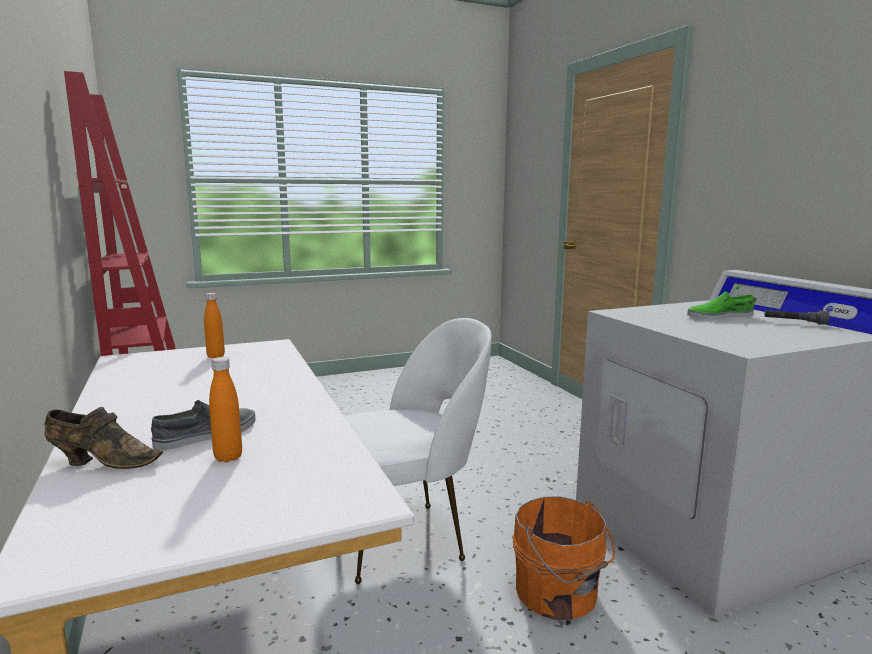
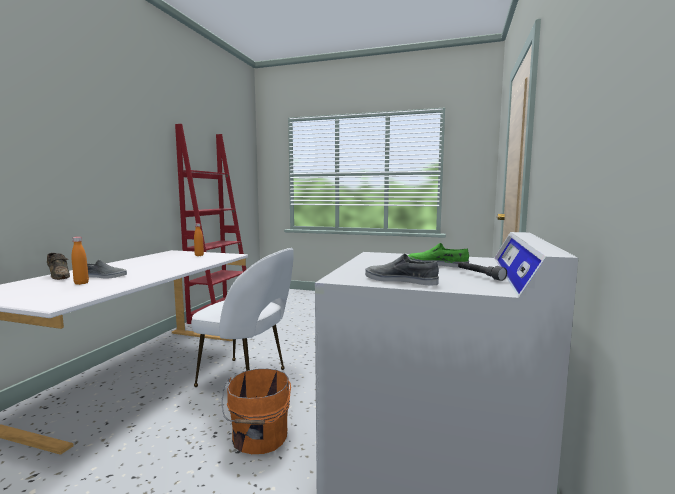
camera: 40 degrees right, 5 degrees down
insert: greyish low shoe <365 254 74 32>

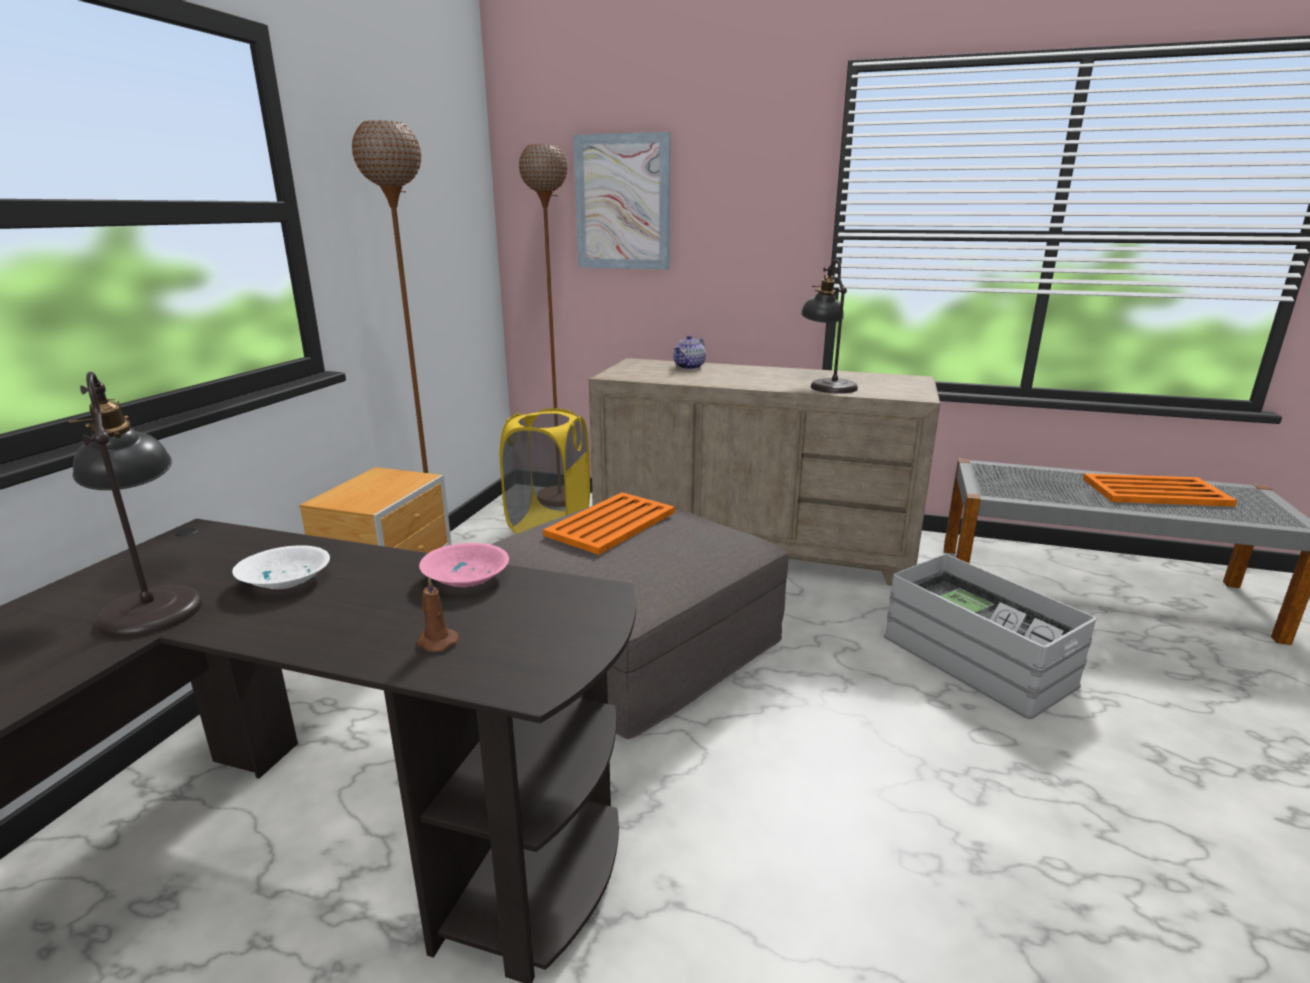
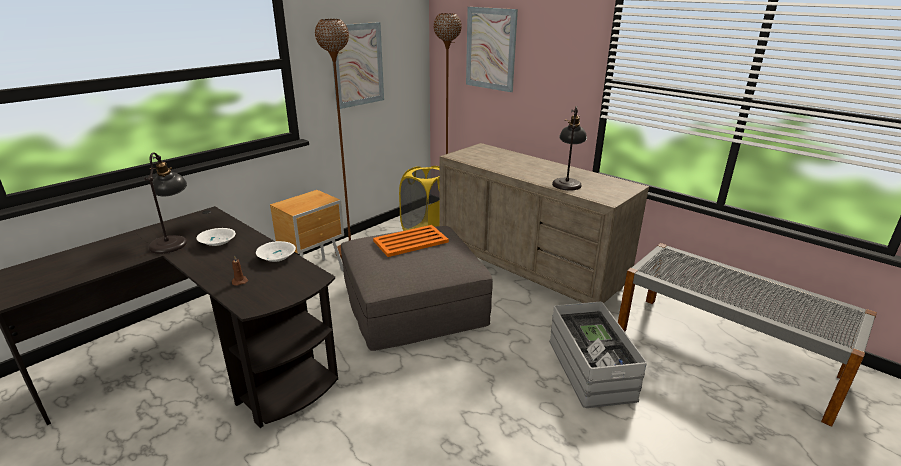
camera: 25 degrees right, 5 degrees up
delete: tea pot <673 335 33 34>; orange tray <1083 473 154 34>
insert: wall art <332 22 52 87>
recolor: pink-coloured bowl <419 543 90 45> to white bowl <256 241 40 21>

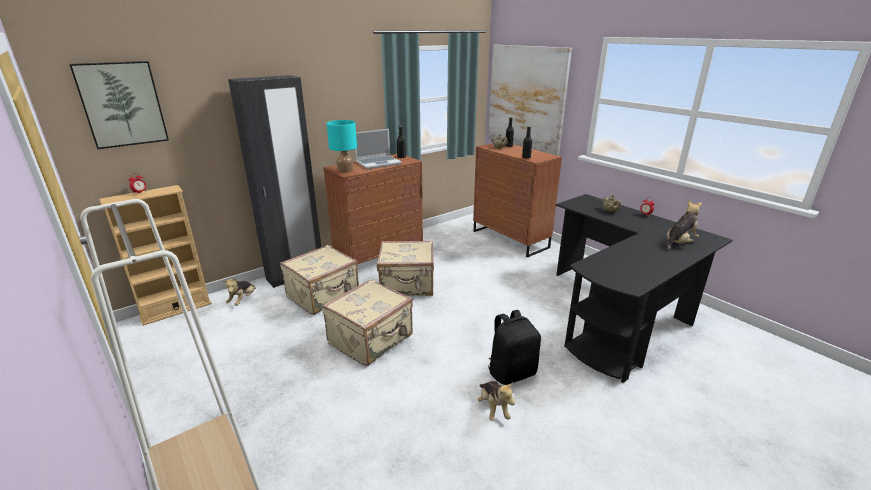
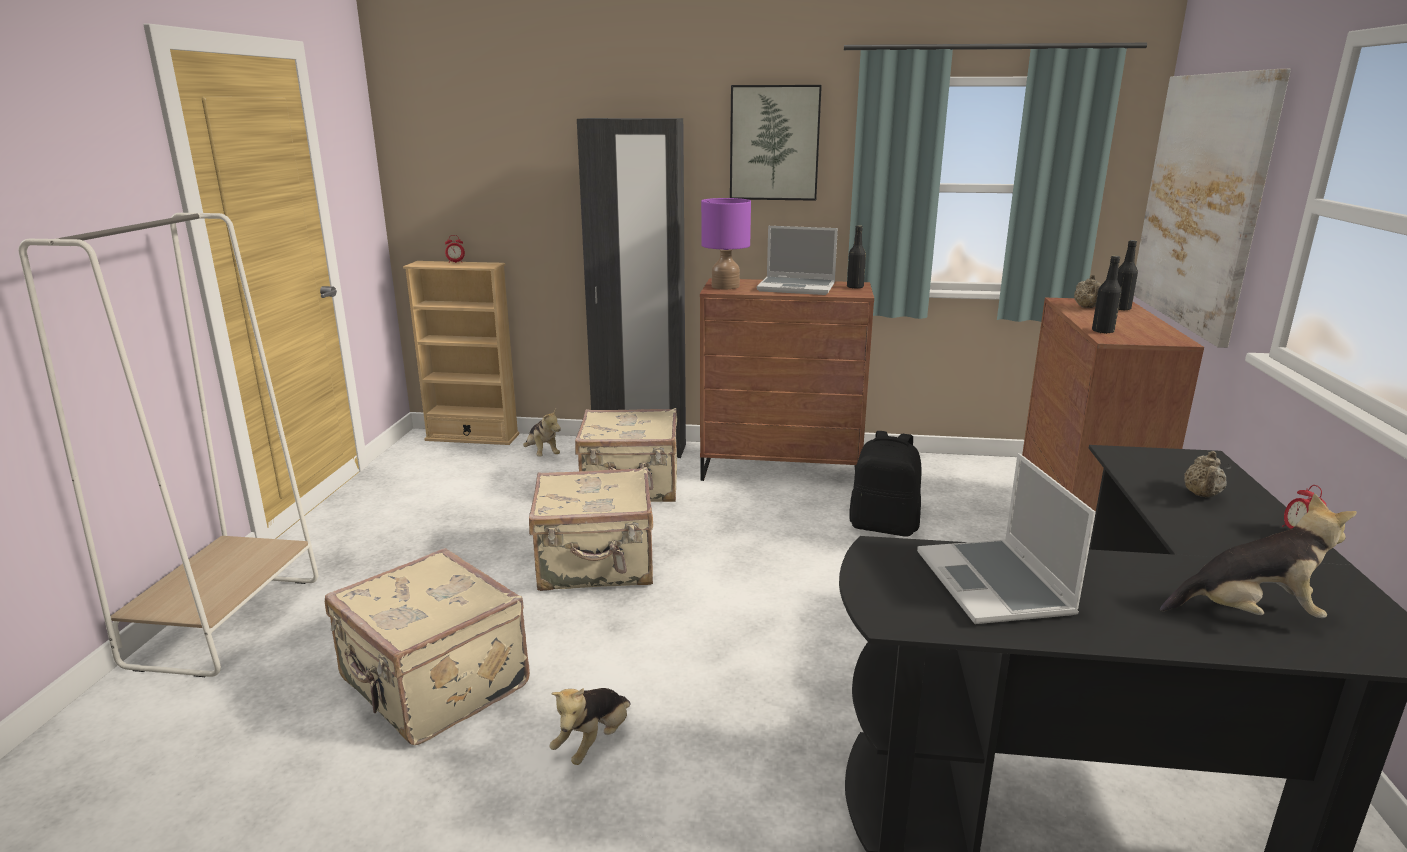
camera: 45 degrees right, 5 degrees down
insert: notebook computer <917 453 179 171>
move: beige piece of luggage <377 240 57 56> to <325 548 205 197>; wall art <69 61 100 88> to <730 85 92 116>; black-coloured knapsack <488 310 53 75> to <849 431 72 106>
recolor: turquoise tabletop lamp <326 120 31 53> to purple tabletop lamp <701 198 50 92>
rotate: cuddly toy <224 278 32 28> = <523 409 38 48> 90 degrees counterclockwise

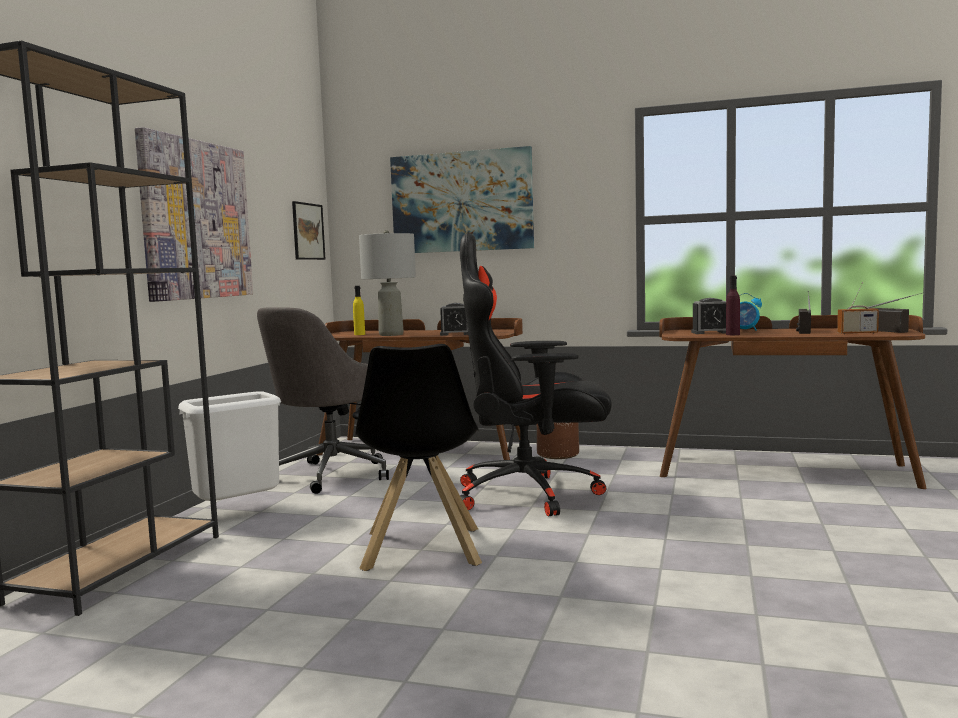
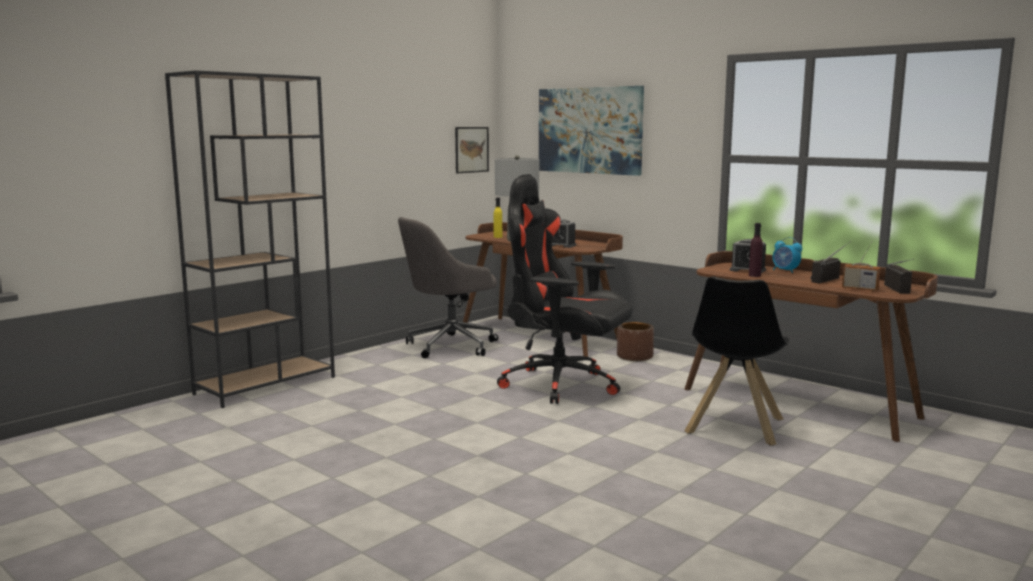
camera: 25 degrees right, 5 degrees up
delete: wall art <135 127 118 175>; white trash can <178 391 103 110>
move: black-coloured upright chair <355 344 127 227> to <685 277 104 169>

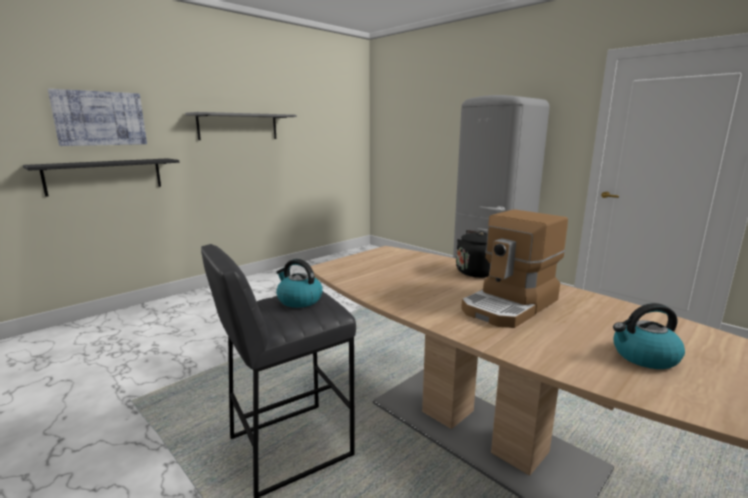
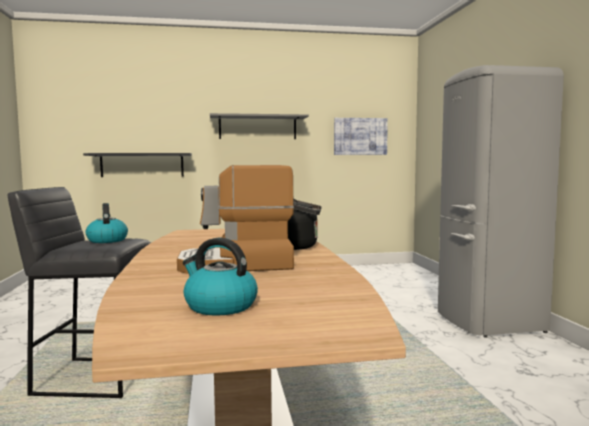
camera: 35 degrees right, 10 degrees down
move: wall art <48 89 99 57> to <334 118 54 37>

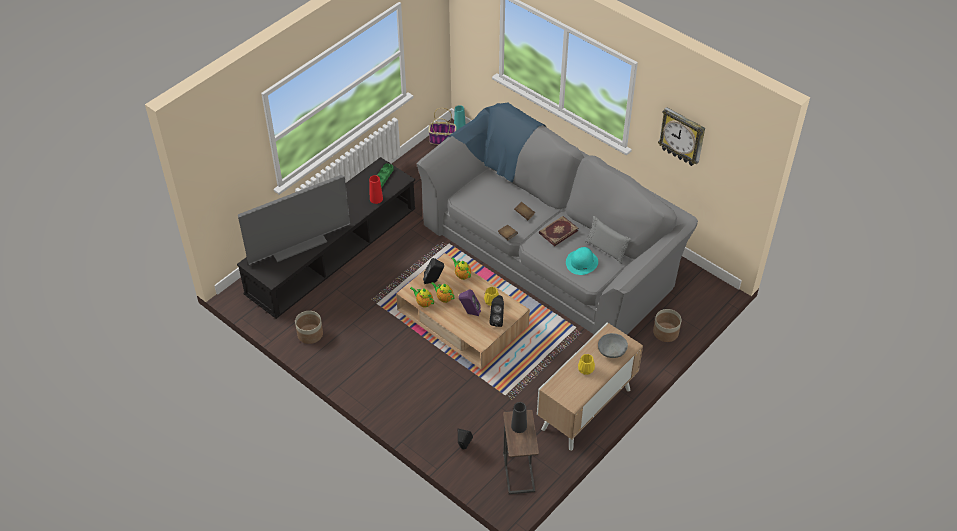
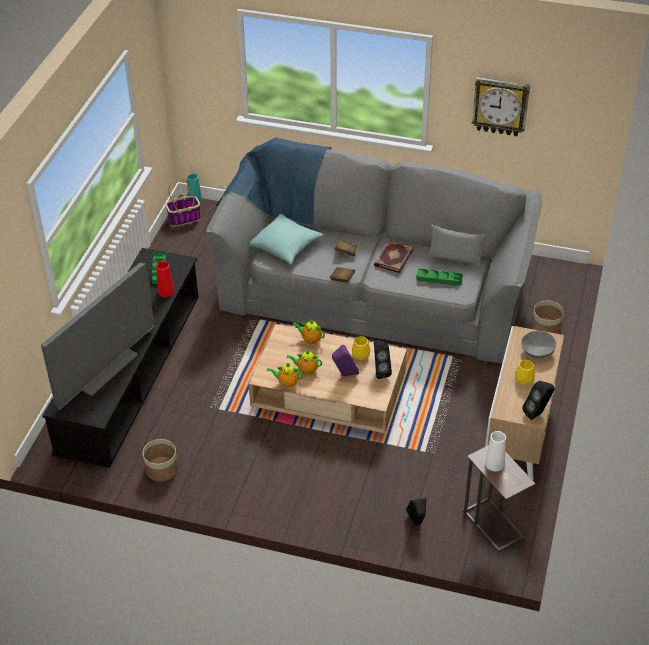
camera: 25 degrees left, 5 degrees down
insert: turquoise pillow <250 214 73 50>
move: black-coloured speaker <423 258 21 26> to <522 381 33 39>
replace: turquoise hat <566 247 32 28> to green-coloured tray <416 268 47 18>
recolor: black-coloured vase <511 402 16 31> to white vase <485 431 21 40>

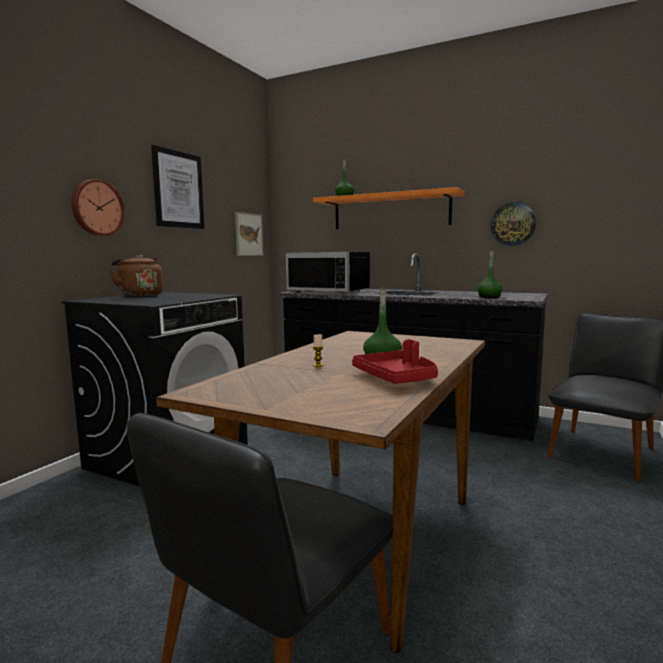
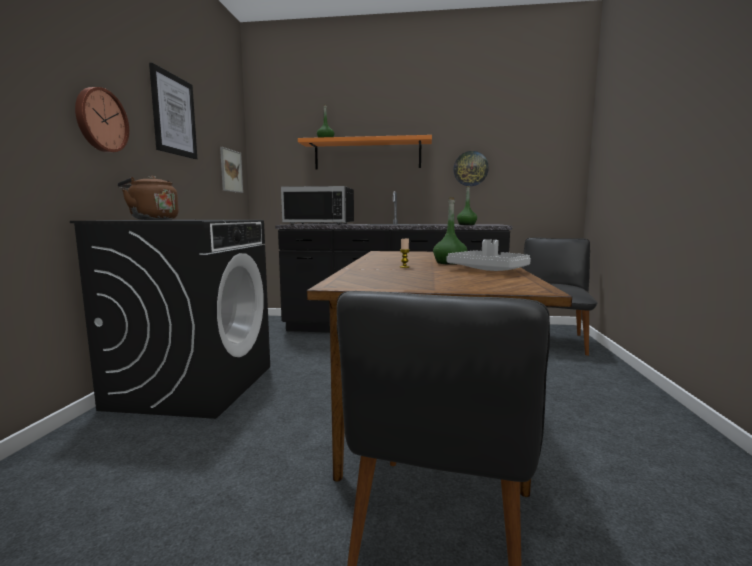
camera: 20 degrees left, 0 degrees up
recolor: reddish tray <352 339 86 45> to greyish tray <447 239 84 32>

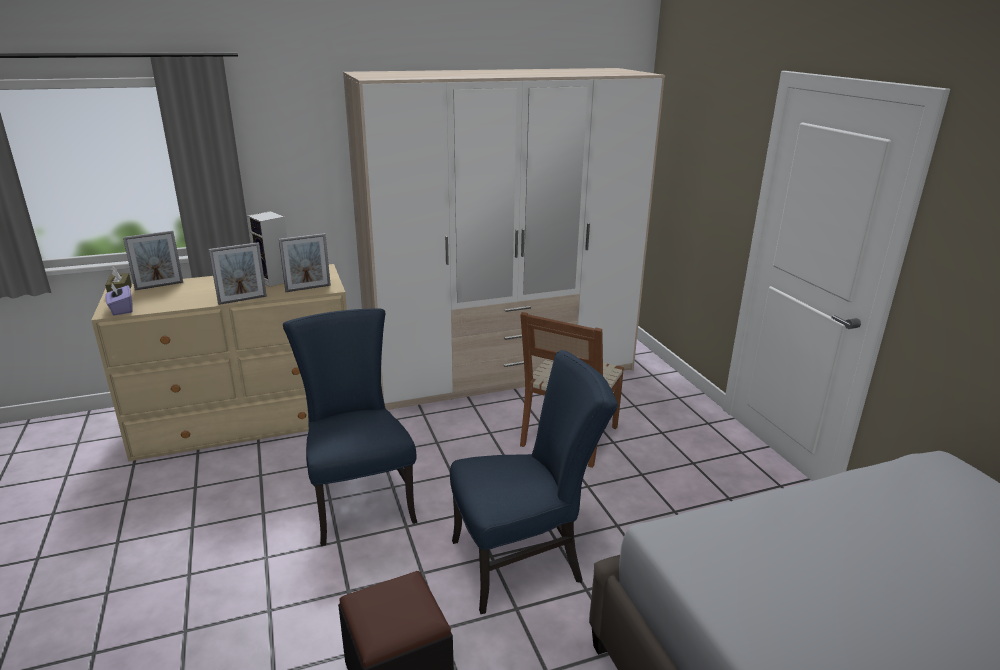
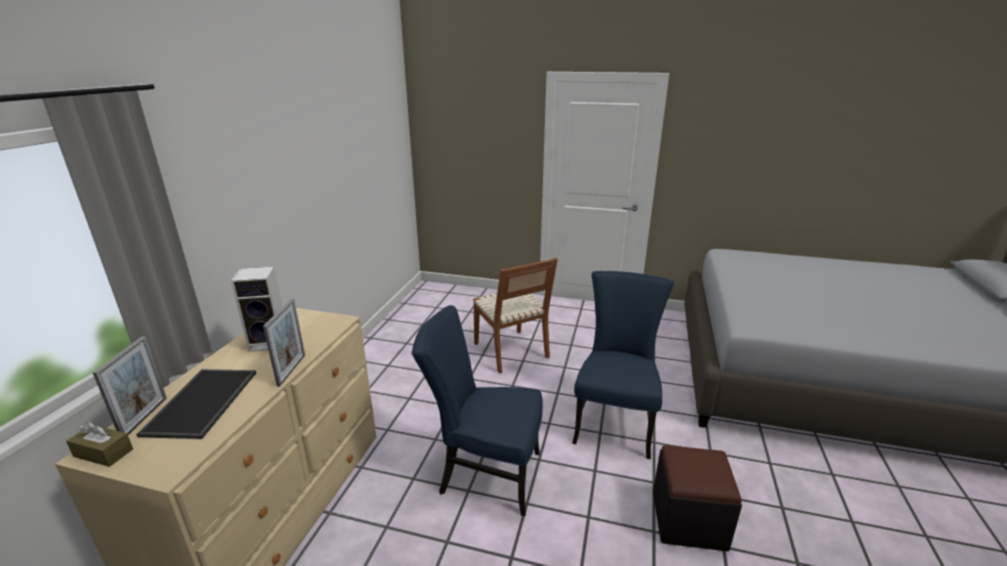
camera: 55 degrees left, 0 degrees up
delete: purple tissue holder <105 283 28 32>; photo frame <279 233 52 59>; armoire <343 68 322 342>
insert: tray <136 369 120 70>

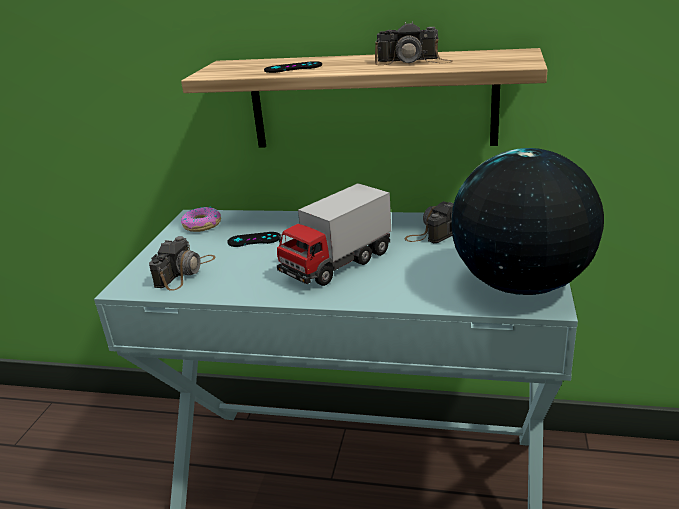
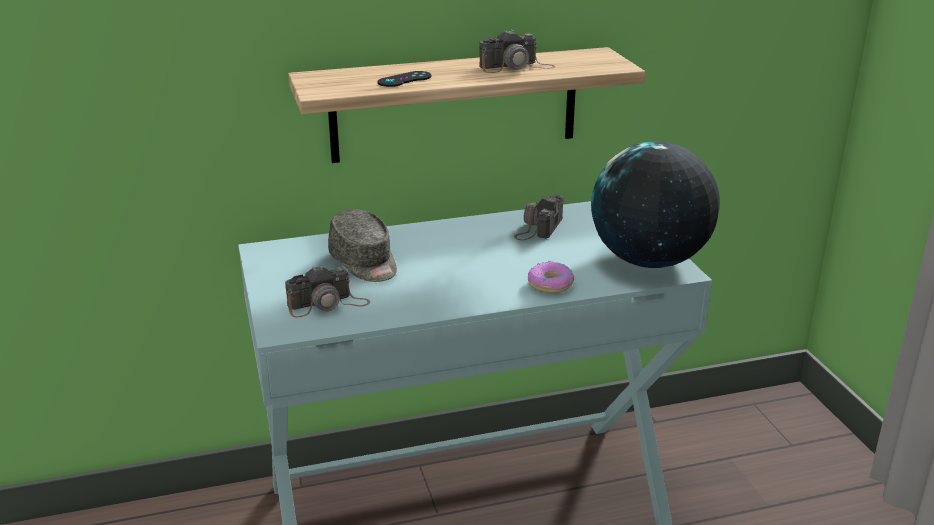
camera: 30 degrees left, 0 degrees up
delete: model truck <277 183 114 103>
move: donut <181 207 40 25> to <528 261 46 32>
replace: black-coloured joypad <227 232 54 15> to greyish cap <328 210 69 72>
rotate: photo camera <149 236 67 55> = <285 265 85 52> 75 degrees clockwise

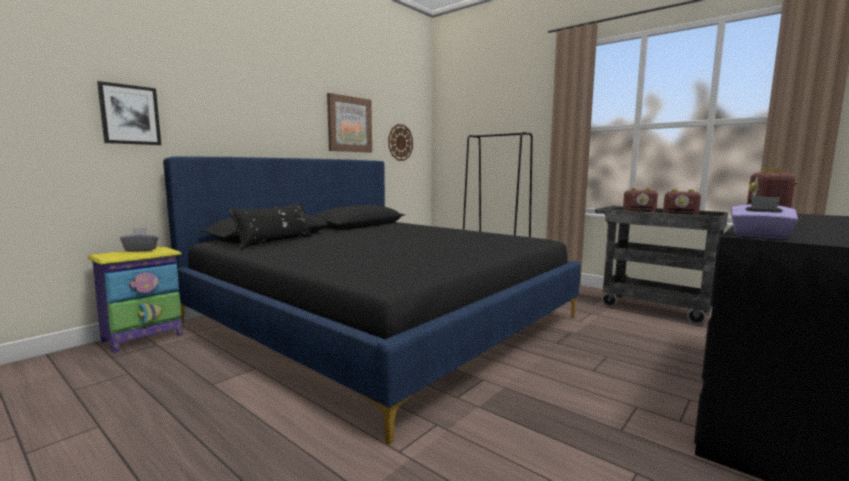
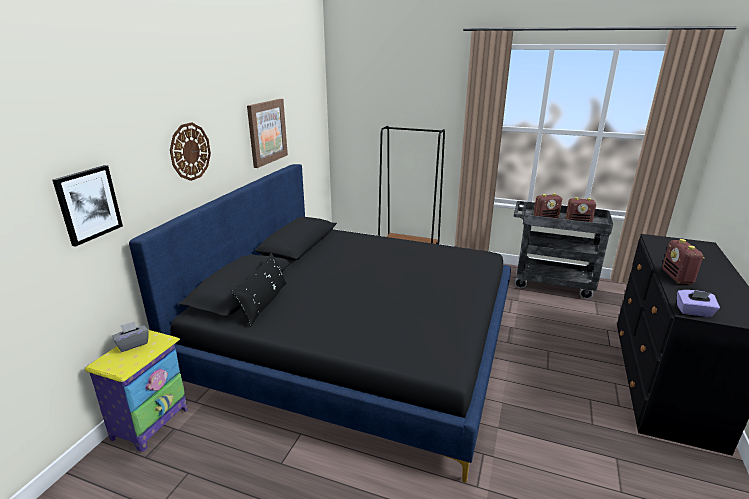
camera: 20 degrees left, 15 degrees up
move: hanging clock <388 124 25 37> to <170 122 41 59>

